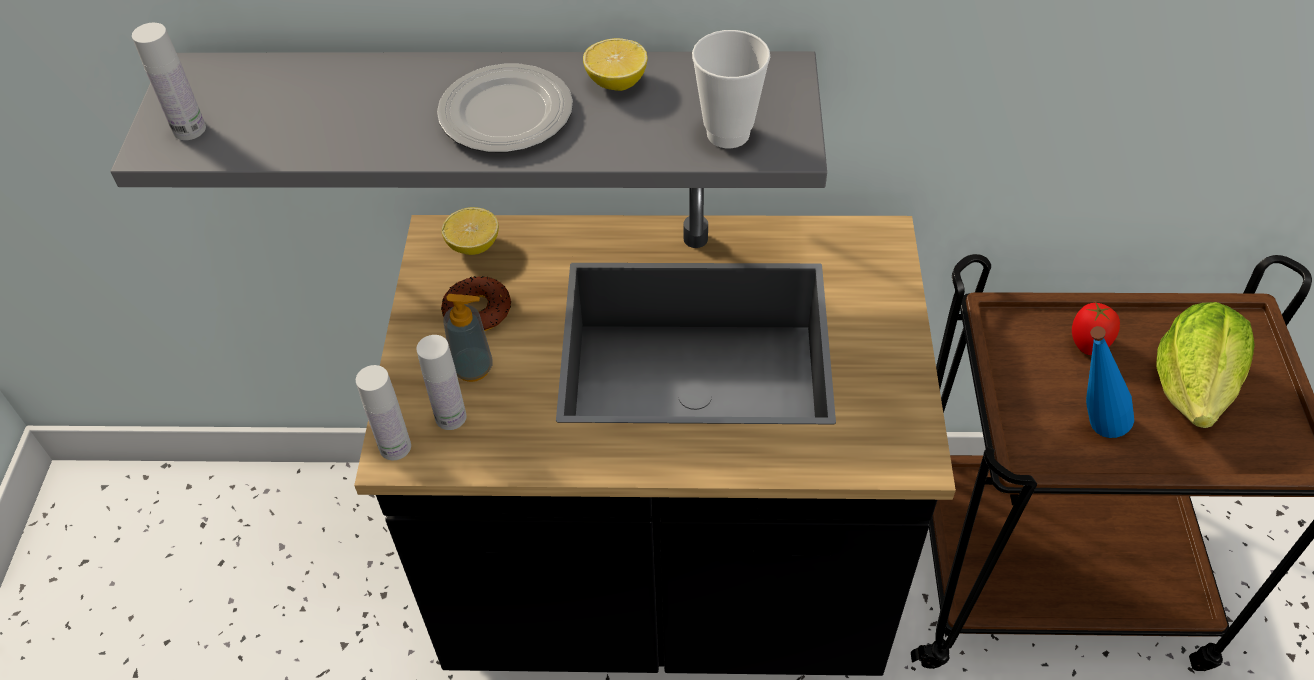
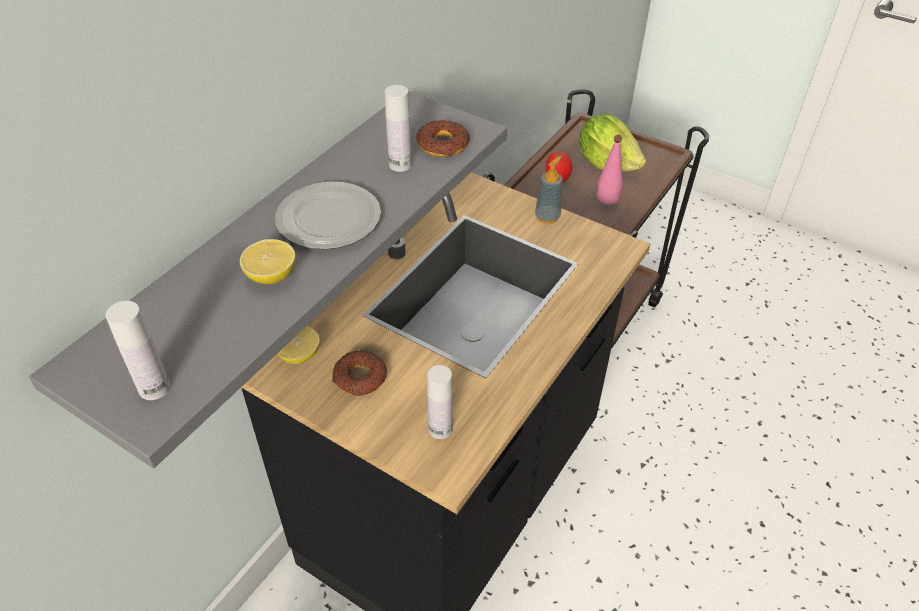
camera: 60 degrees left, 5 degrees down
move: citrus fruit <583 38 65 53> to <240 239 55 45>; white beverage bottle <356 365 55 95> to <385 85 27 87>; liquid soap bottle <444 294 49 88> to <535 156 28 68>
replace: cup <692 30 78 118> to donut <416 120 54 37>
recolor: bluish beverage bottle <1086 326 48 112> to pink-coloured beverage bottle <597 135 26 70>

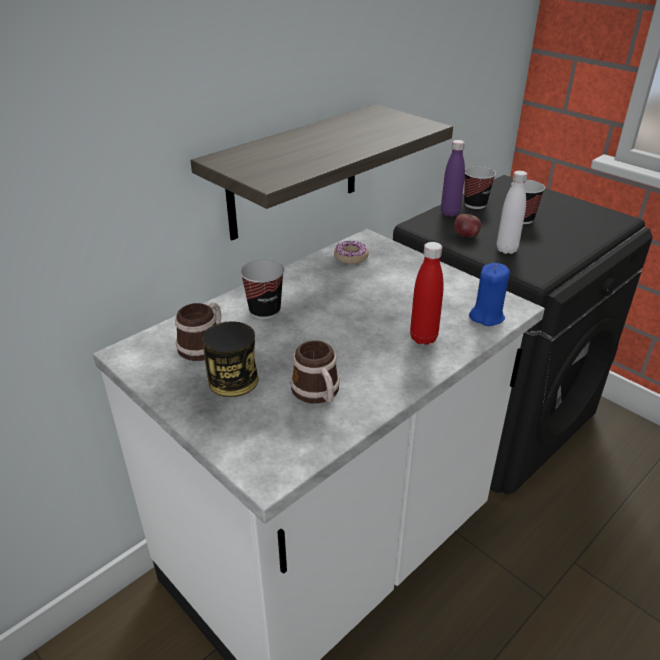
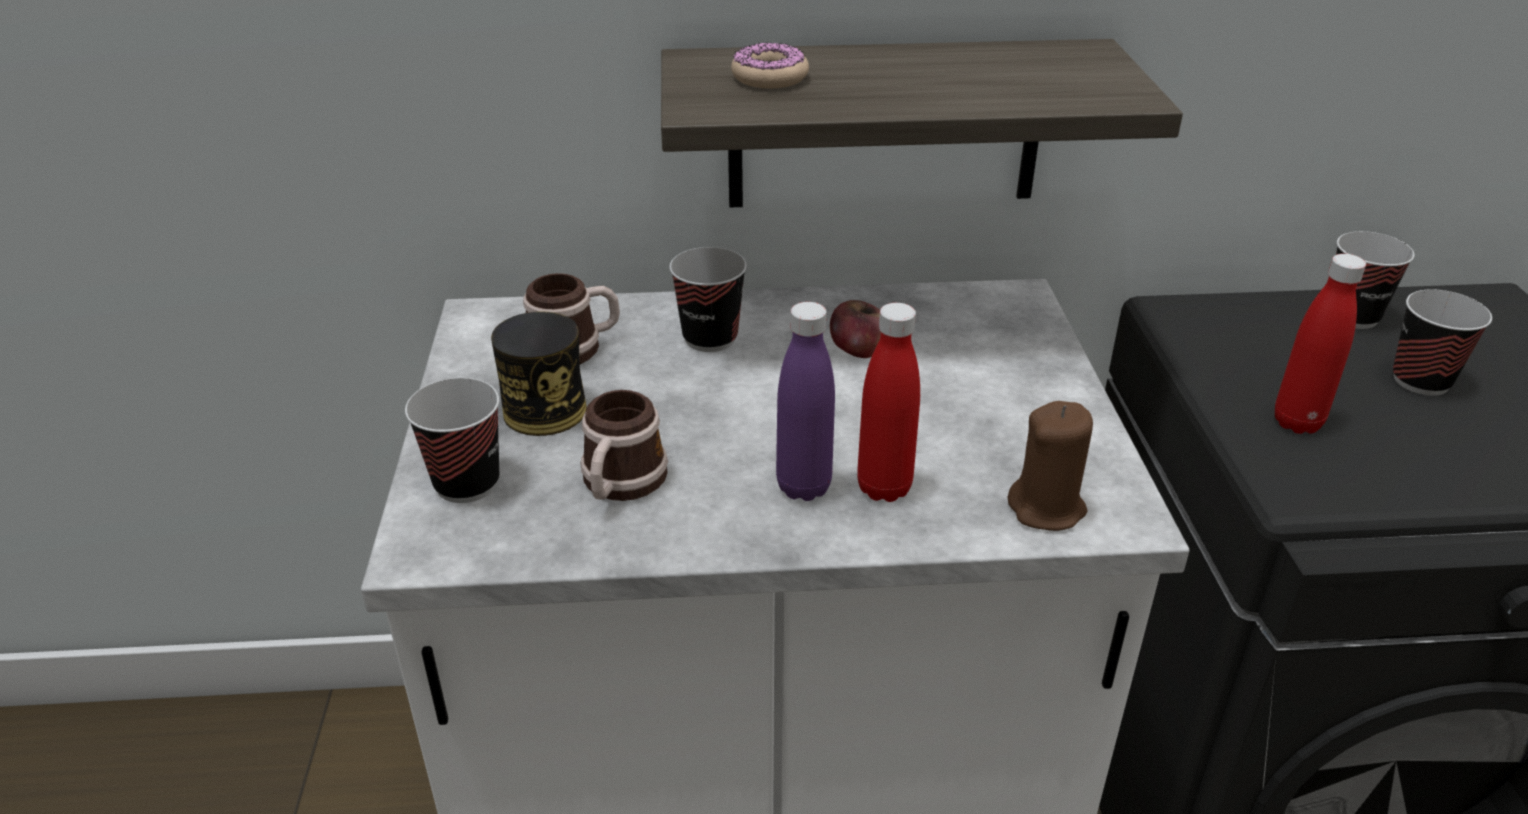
camera: 40 degrees right, 0 degrees up
insert: cup <405 378 94 125>
move: donut <334 240 35 24> to <731 42 78 47>; purple beverage bottle <441 140 24 77> to <776 302 59 199>; apple <454 212 27 25> to <830 300 51 58>
recolor: bluish wax candle <469 263 41 63> to brown-coloured wax candle <1008 401 85 130>; white beverage bottle <497 171 31 83> to reddish beverage bottle <1275 254 91 180>

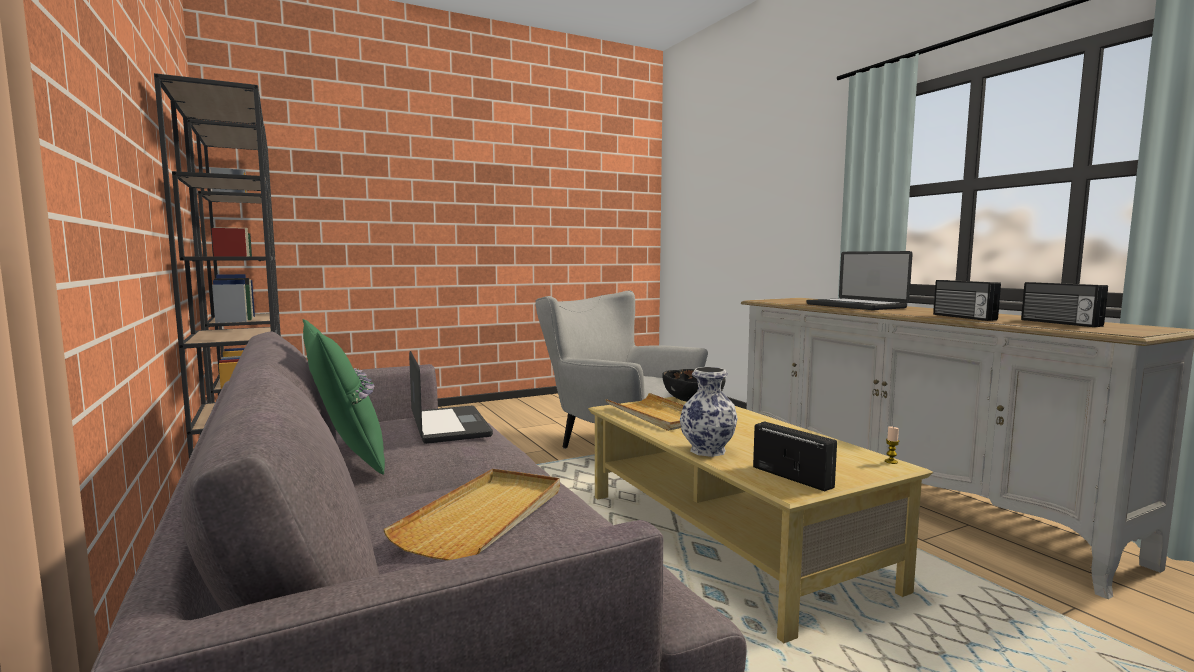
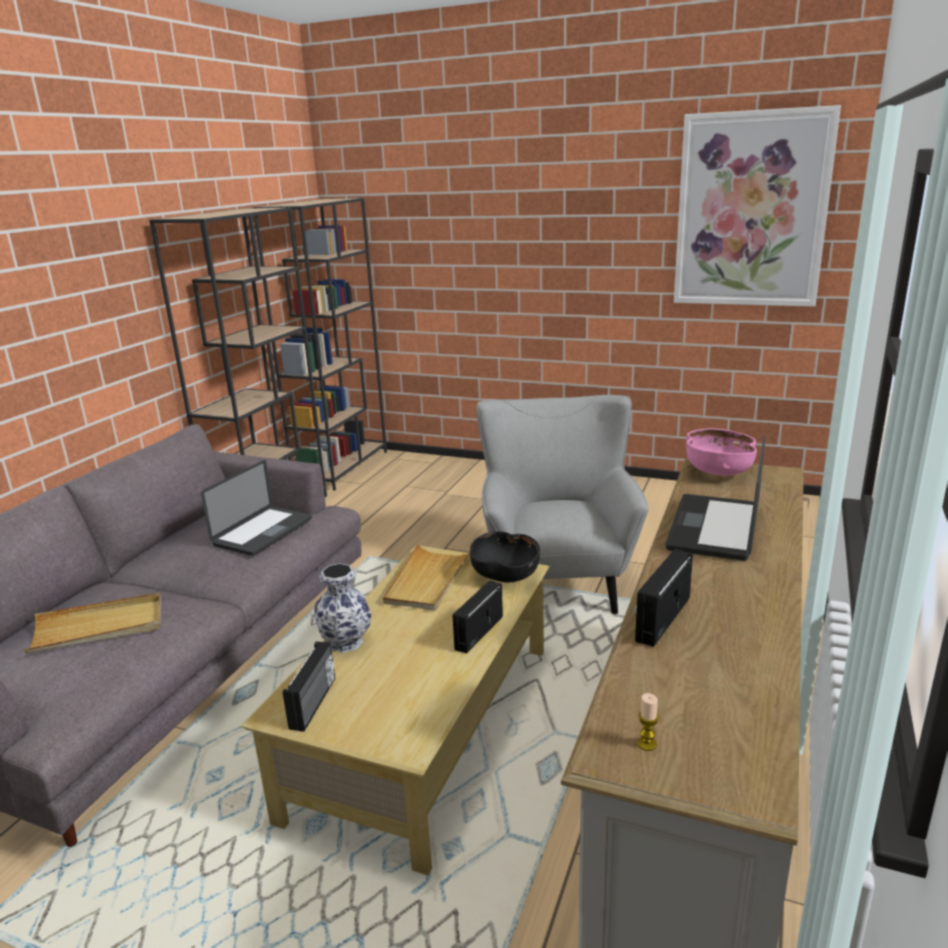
camera: 50 degrees right, 15 degrees up
delete: green-coloured pillow <303 319 82 156>
insert: wall art <674 105 167 202>; pink-coloured bowl <686 428 71 48>
move: radio receiver <1021 282 87 45> to <453 580 50 74>; wax candle <885 426 14 38> to <637 693 22 58>

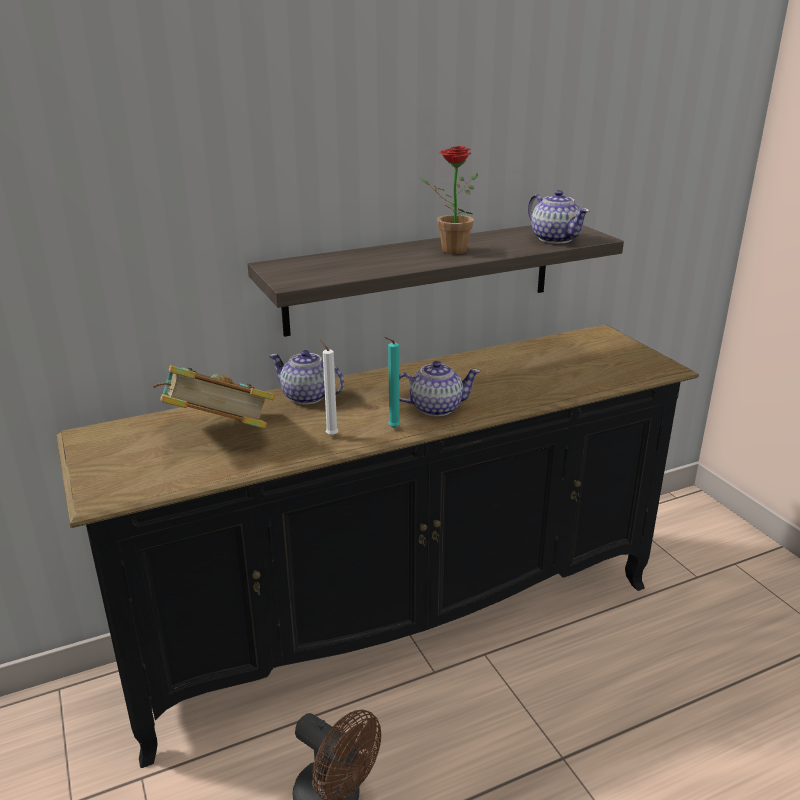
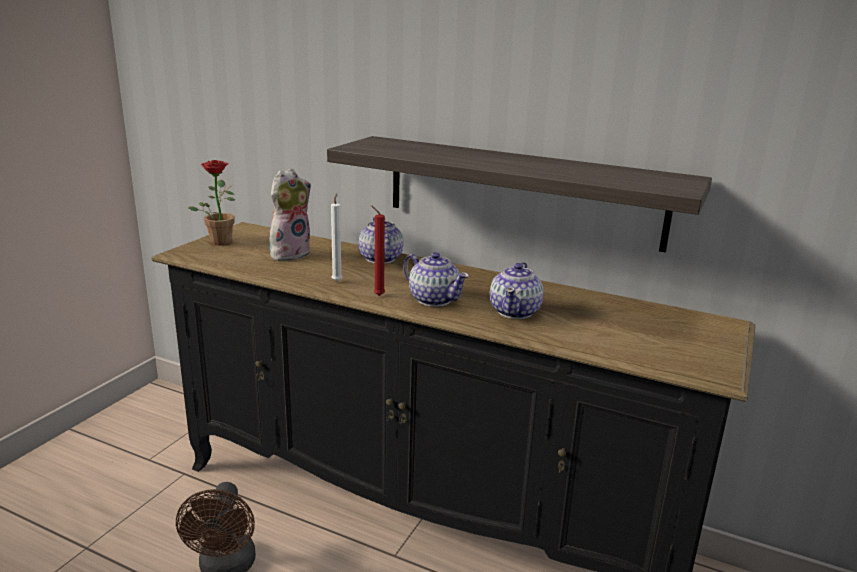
camera: 50 degrees right, 5 degrees down
move: plant in a pot <419 146 59 108> to <189 160 46 85>; tea pot <528 190 62 54> to <490 262 53 57>
replace: book <153 365 122 64> to cuddly toy <269 169 42 92>
recolor: turquoise wax candle <384 337 17 91> to reddish wax candle <370 205 15 91>

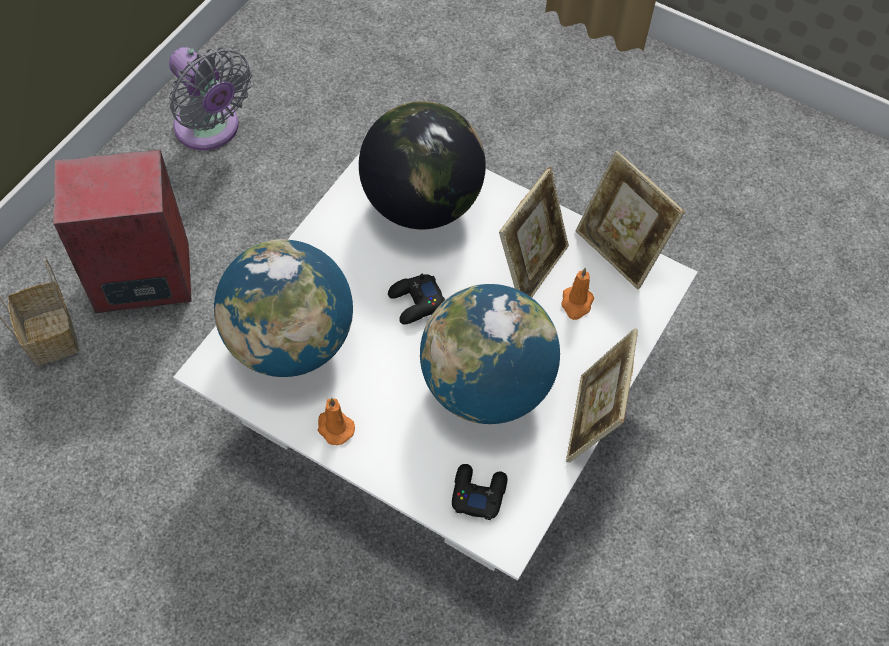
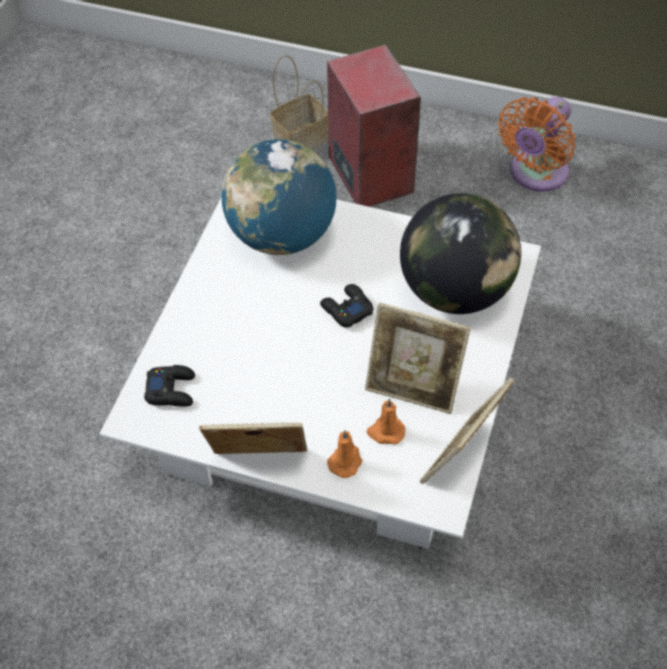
camera: 80 degrees right, 5 degrees down
delete: globe <420 284 140 140>
move: orange wax candle <318 398 37 47> to <327 430 35 48>
recolor: greyish cooling fan <169 47 83 103> to orange cooling fan <498 97 77 95>

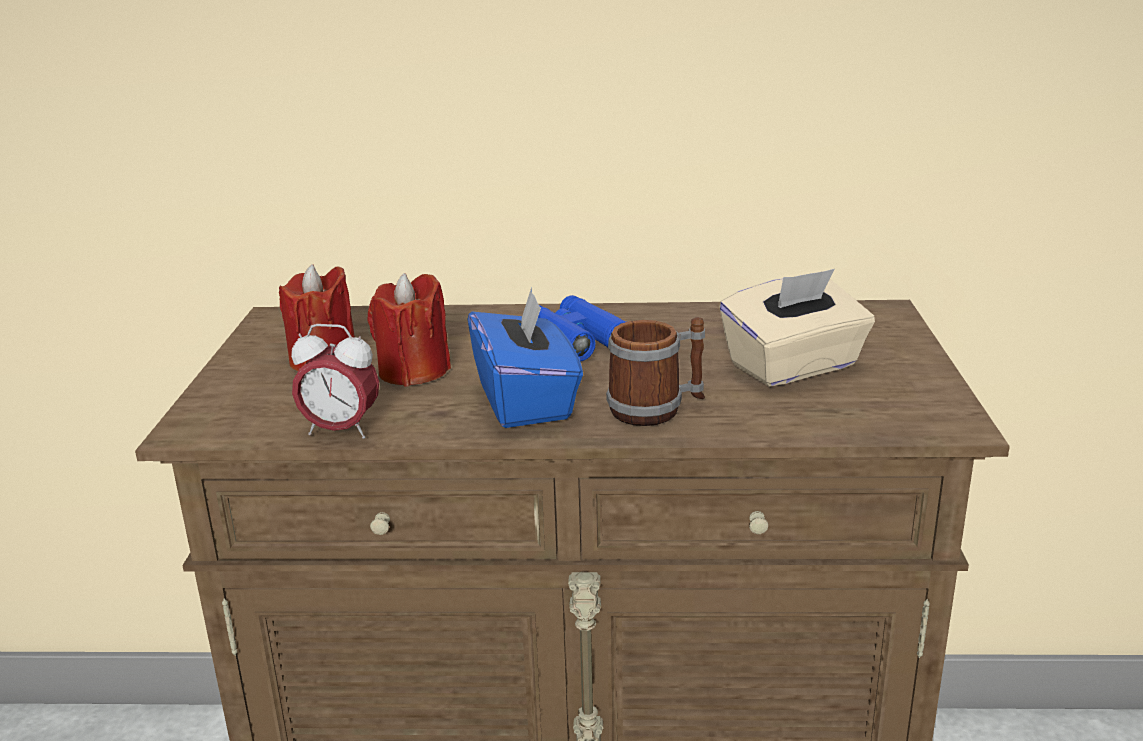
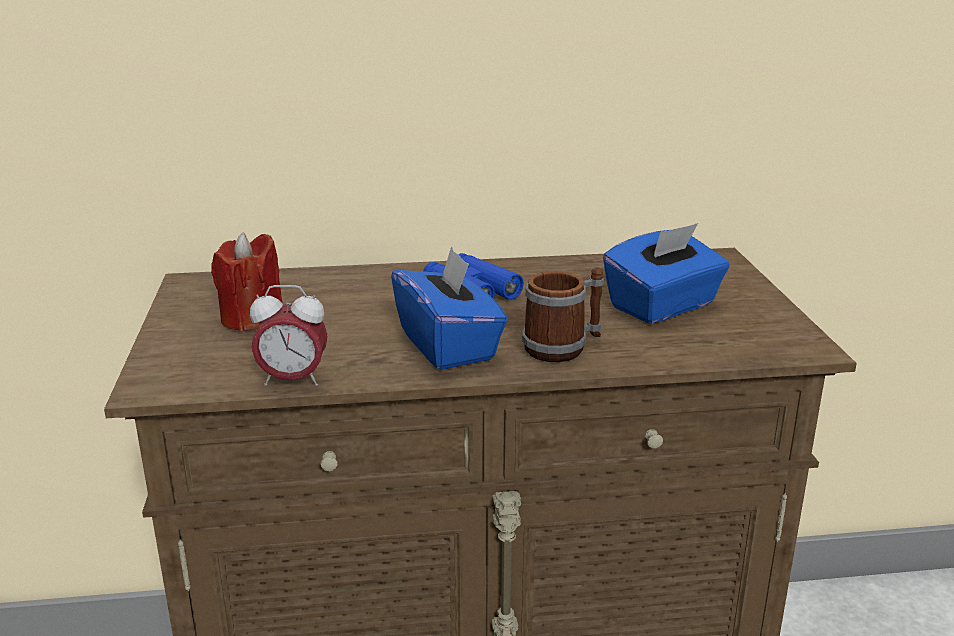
camera: 10 degrees left, 0 degrees up
delete: reddish wax candle <368 273 83 114>
recolor: beige tissue holder <719 269 156 118> to bluish tissue holder <603 223 127 101>

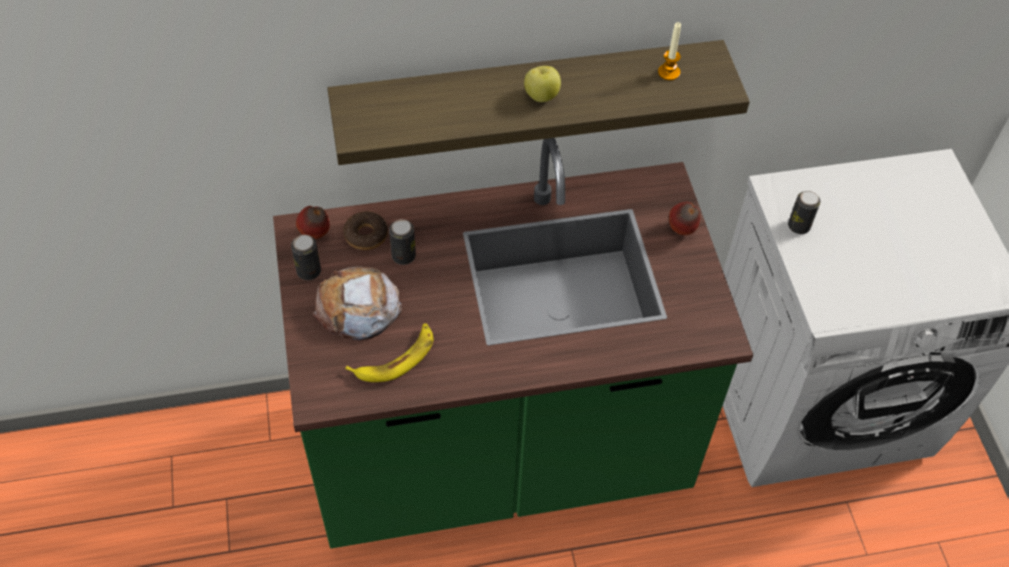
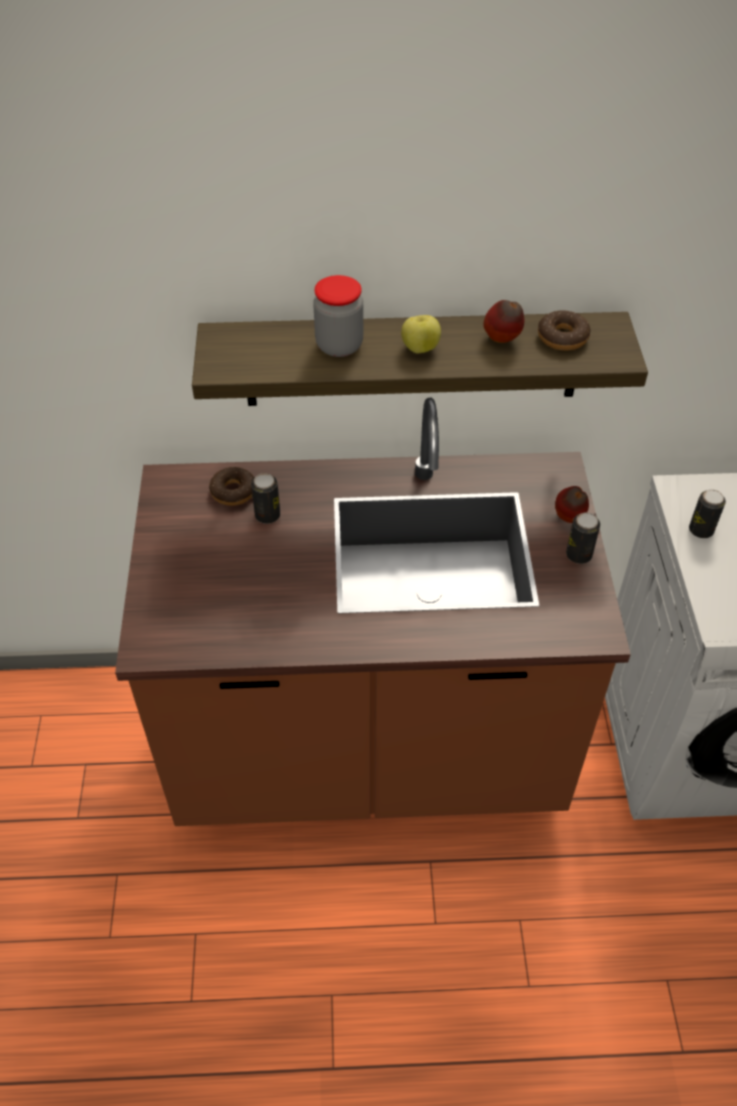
camera: 10 degrees right, 5 degrees down
delete: baked bread <312 266 90 74>; whole banana <345 323 89 59>
insert: jar <313 275 50 82>
move: apple <296 206 34 33> to <483 300 41 43>; can <291 235 30 45> to <566 512 34 52>
replace: wax candle <658 22 23 59> to donut <538 310 53 41>
recolor: green-coloured kitchen counter <273 138 480 410> to brown-coloured kitchen counter <115 398 516 428>

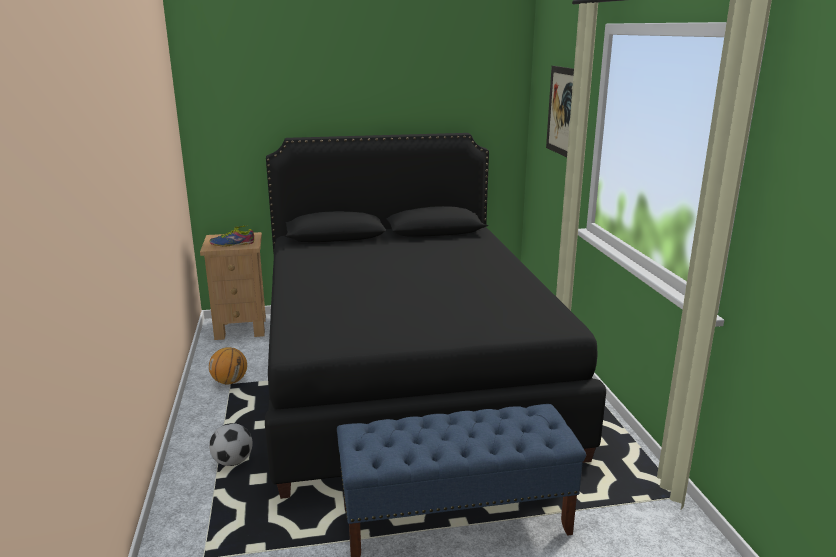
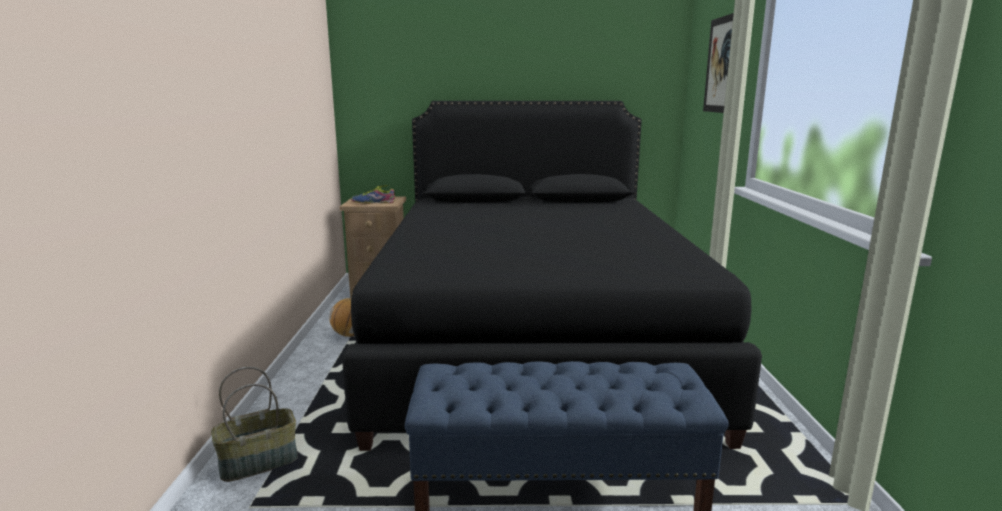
camera: 10 degrees right, 5 degrees down
delete: ball for football <209 423 44 43>
insert: household basket <211 367 87 115>

